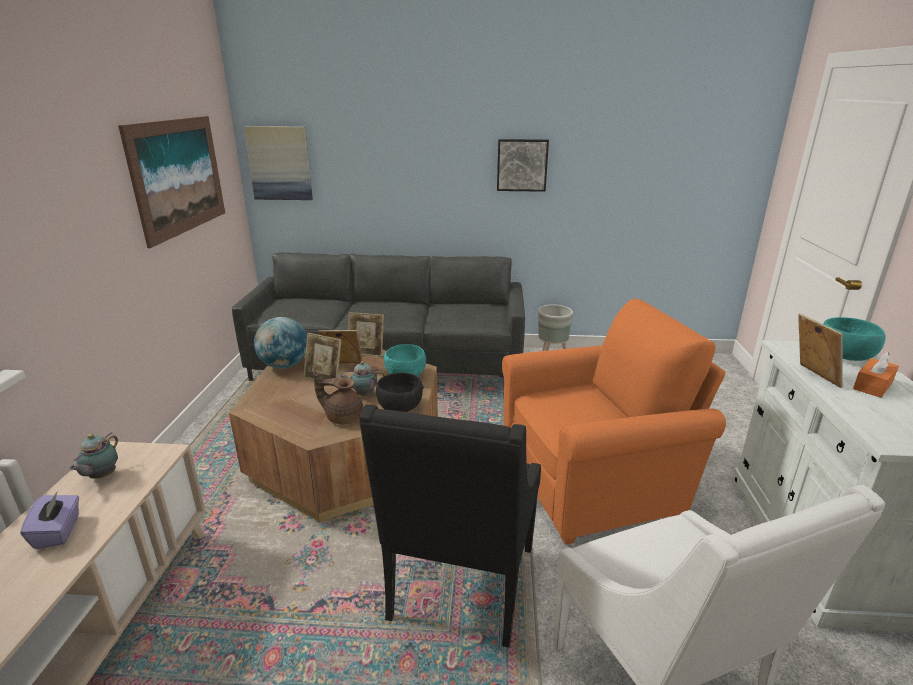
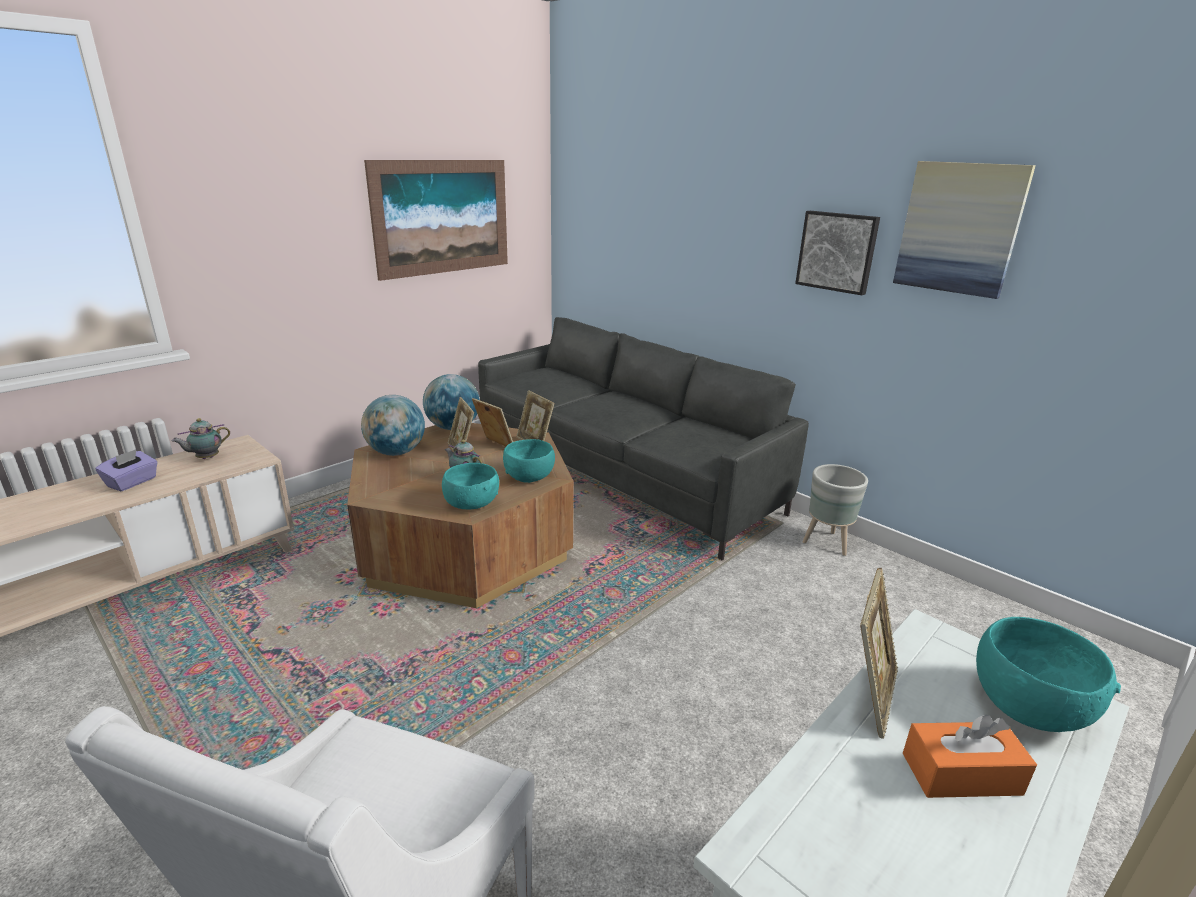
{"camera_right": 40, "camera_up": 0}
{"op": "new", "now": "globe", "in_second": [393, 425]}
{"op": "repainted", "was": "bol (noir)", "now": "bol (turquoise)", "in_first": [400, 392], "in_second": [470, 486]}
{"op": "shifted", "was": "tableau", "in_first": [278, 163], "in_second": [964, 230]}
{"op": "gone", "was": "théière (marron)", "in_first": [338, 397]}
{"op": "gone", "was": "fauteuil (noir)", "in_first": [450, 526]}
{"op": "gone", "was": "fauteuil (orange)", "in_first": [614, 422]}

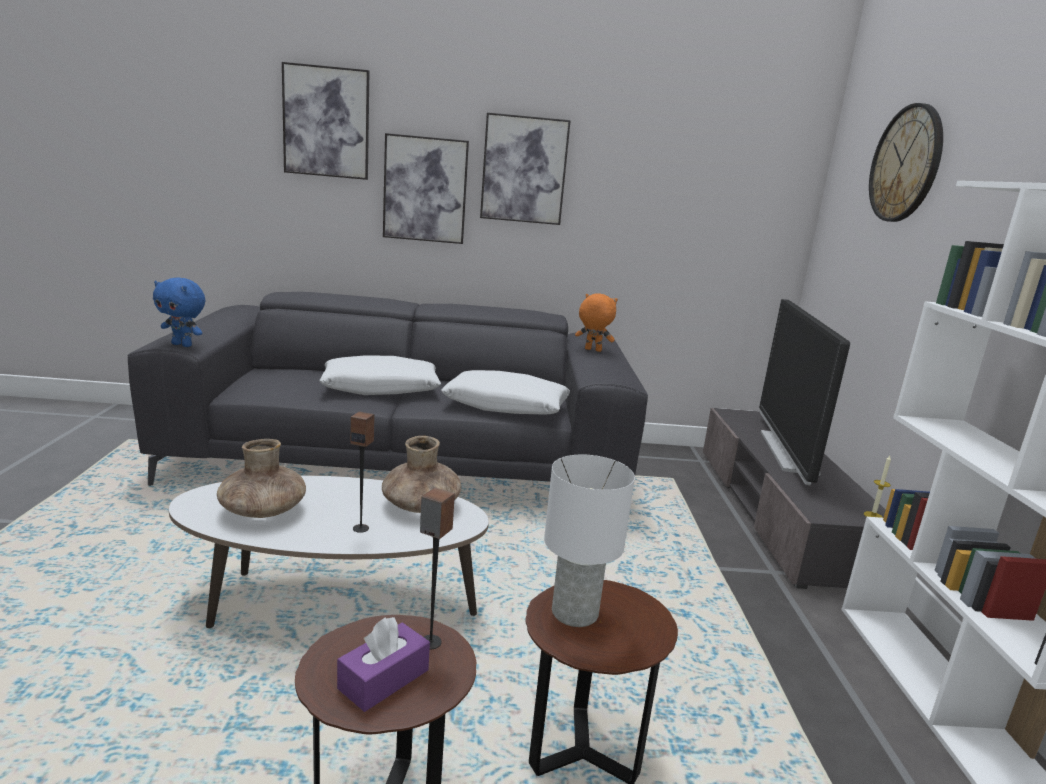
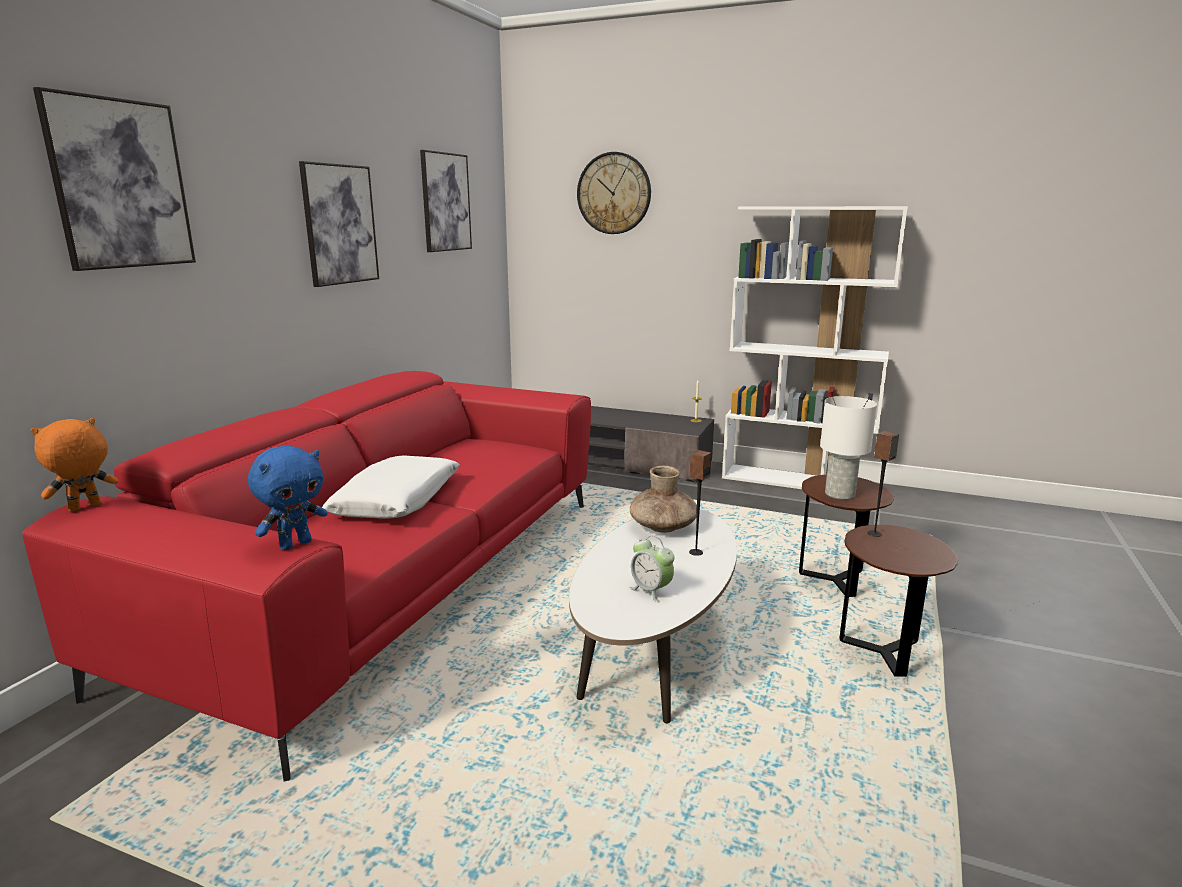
{"camera_right": -65, "camera_up": 0}
{"op": "repainted", "was": "canapé (gris)", "now": "canapé (rouge)", "in_first": [387, 389], "in_second": [306, 576]}
{"op": "shifted", "was": "peluche (orange)", "in_first": [596, 322], "in_second": [74, 465]}
{"op": "shifted", "was": "tableau", "in_first": [426, 188], "in_second": [446, 201]}
{"op": "swapped", "was": "vase (marron)", "now": "réveil", "in_first": [261, 478], "in_second": [652, 569]}
{"op": "gone", "was": "boîte à mouchoirs (violet)", "in_first": [383, 664]}
{"op": "gone", "was": "coussin (blanc)", "in_first": [505, 392]}
{"op": "gone", "was": "téléviseur", "in_first": [804, 392]}

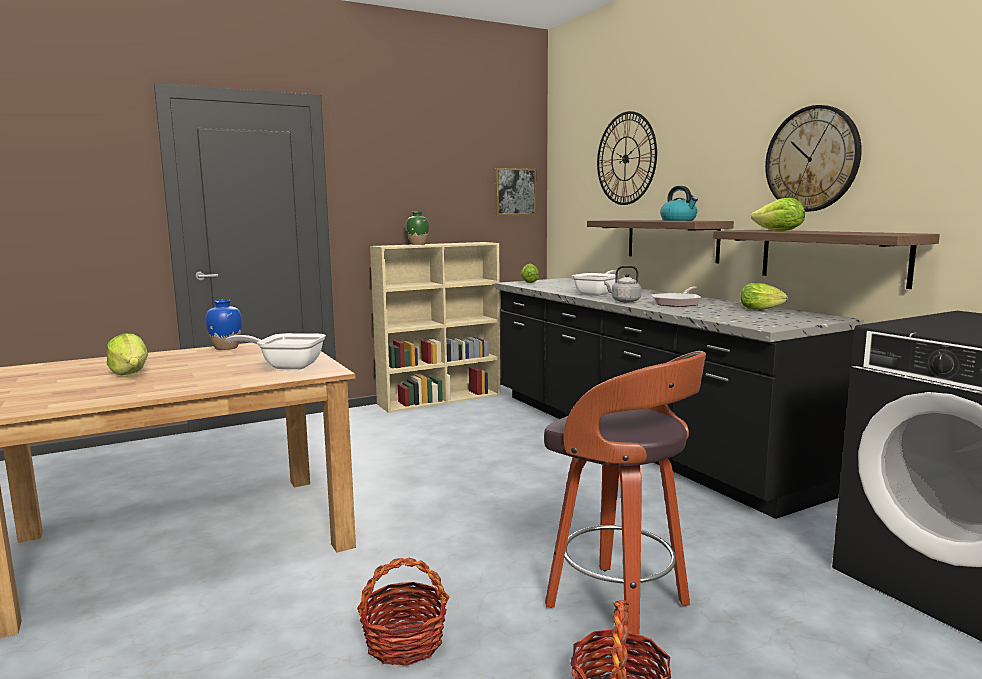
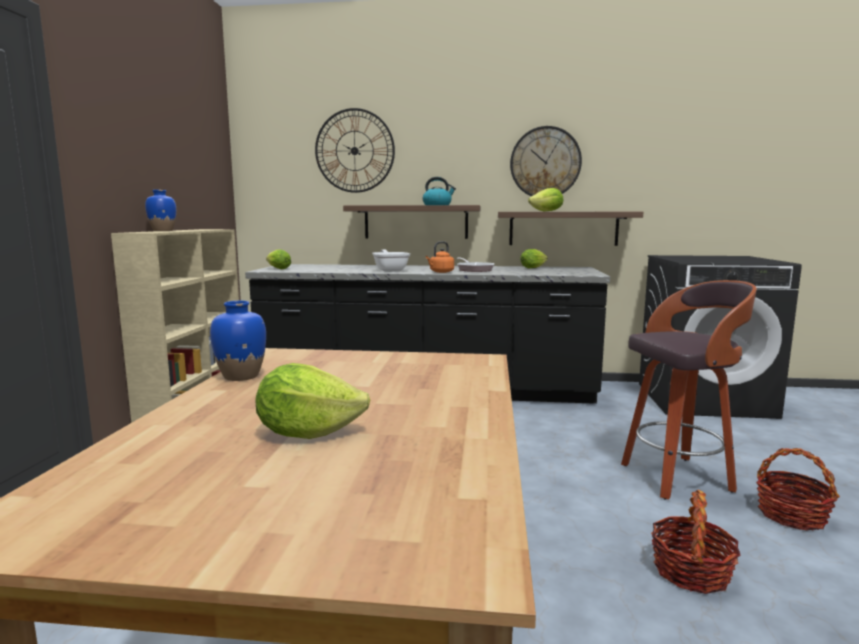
{"camera_right": -55, "camera_up": 0}
{"op": "repainted", "was": "vase (vert)", "now": "vase (bleu)", "in_first": [417, 228], "in_second": [160, 210]}
{"op": "repainted", "was": "bouilloire (gris)", "now": "bouilloire (orange)", "in_first": [622, 284], "in_second": [440, 257]}
{"op": "gone", "was": "poêle", "in_first": [275, 351]}
{"op": "gone", "was": "tableau", "in_first": [515, 191]}

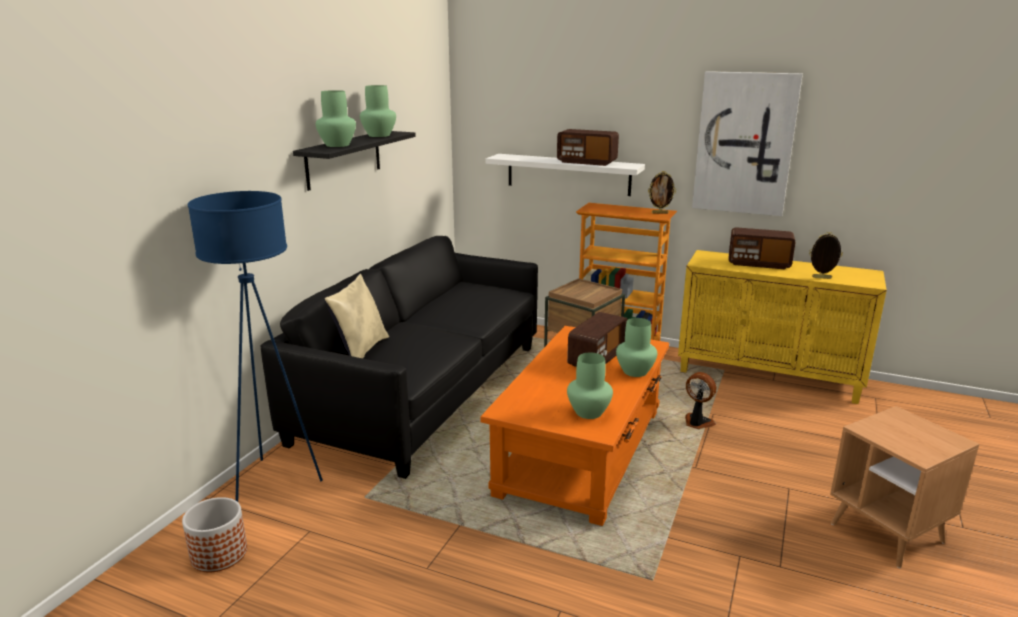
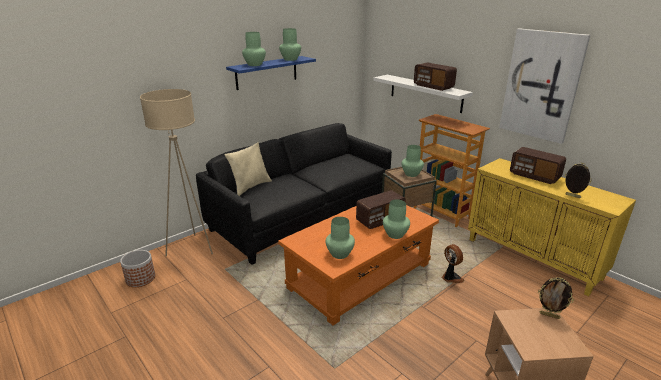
{"camera_right": 25, "camera_up": 5}
{"op": "repainted", "was": "lampadaire (bleu)", "now": "lampadaire (beige)", "in_first": [255, 346], "in_second": [176, 173]}
{"op": "repainted", "was": "étagère (noir)", "now": "étagère (bleu)", "in_first": [354, 161], "in_second": [271, 73]}
{"op": "new", "now": "vase (vert)", "in_second": [412, 161]}
{"op": "shifted", "was": "cadre photo", "in_first": [662, 192], "in_second": [556, 298]}

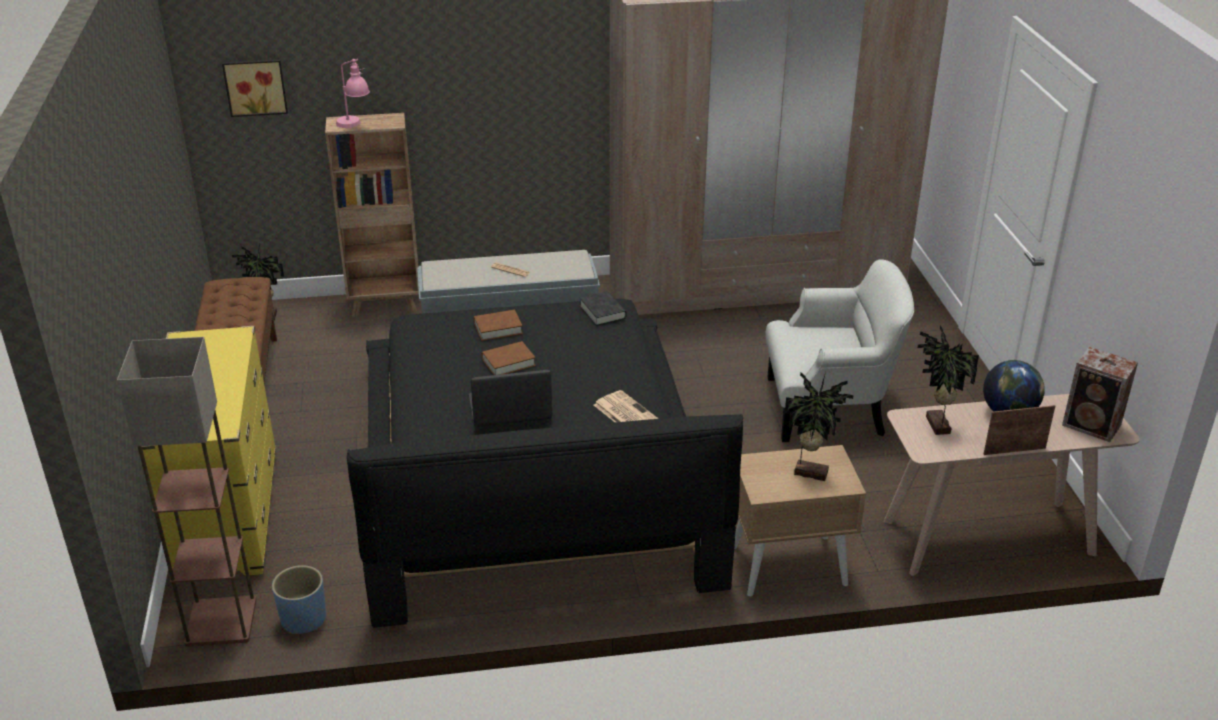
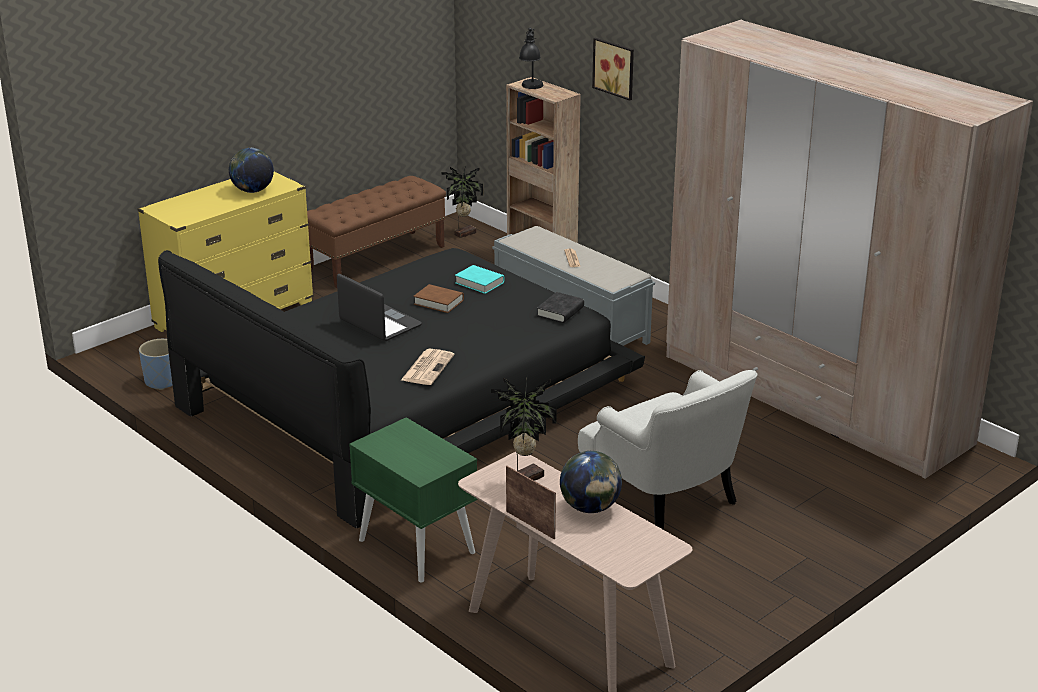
{"camera_right": 55, "camera_up": -5}
{"op": "new", "now": "globe", "in_second": [251, 170]}
{"op": "repainted", "was": "table de chevet (beige)", "now": "table de chevet (vert)", "in_first": [800, 520], "in_second": [413, 499]}
{"op": "repainted", "was": "livre (marron)", "now": "livre (turquoise)", "in_first": [498, 325], "in_second": [479, 279]}
{"op": "repainted", "was": "lampe de table (rose)", "now": "lampe de table (noir)", "in_first": [353, 93], "in_second": [531, 58]}
{"op": "shifted", "was": "tableau", "in_first": [255, 88], "in_second": [613, 69]}
{"op": "gone", "was": "lampadaire", "in_first": [187, 492]}
{"op": "gone", "was": "plante en pot", "in_first": [819, 426]}
{"op": "gone", "was": "enceinte", "in_first": [1100, 394]}

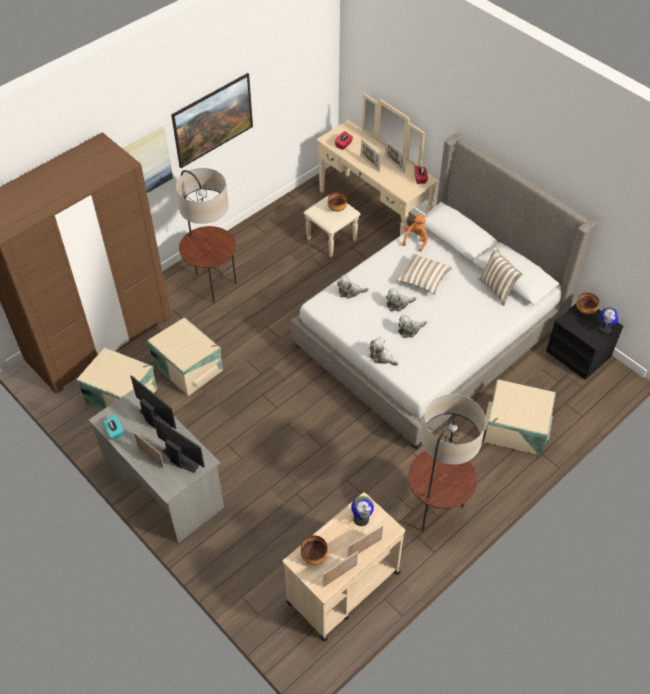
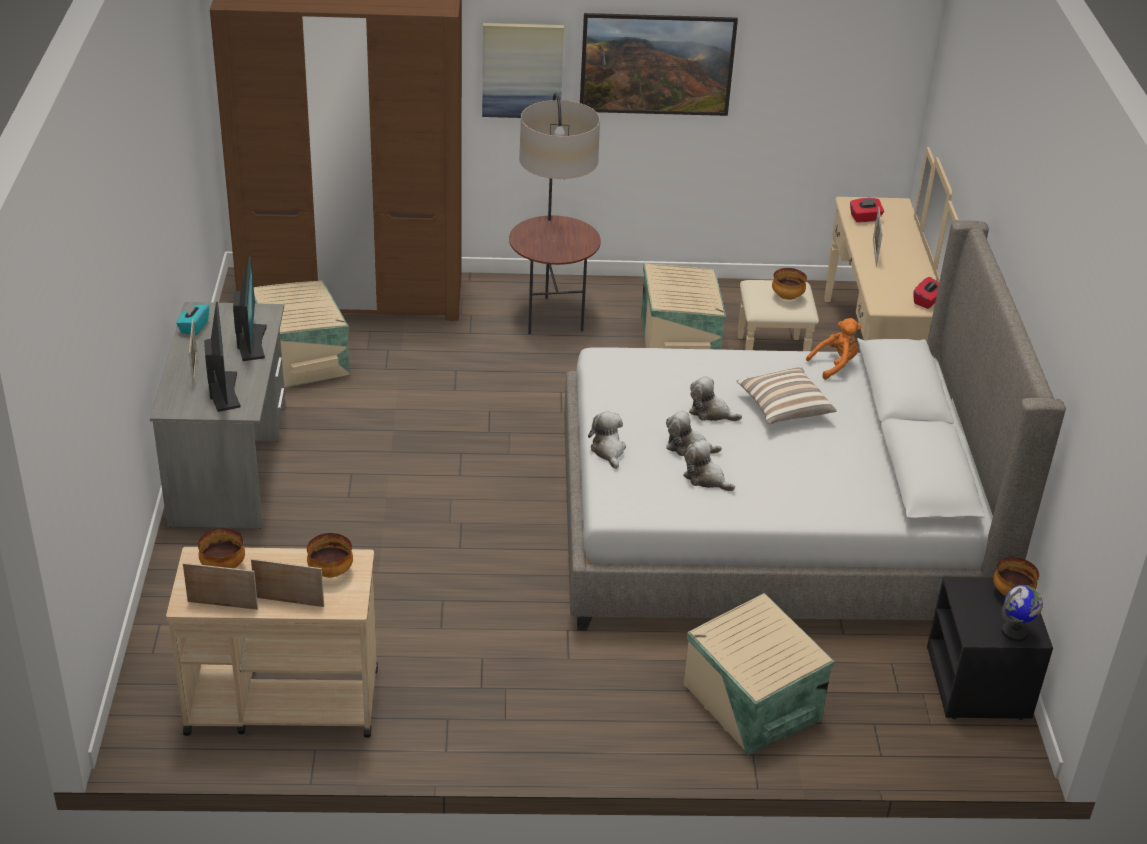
{"camera_right": 40, "camera_up": -15}
{"op": "swapped", "was": "globe", "now": "bol", "in_first": [362, 511], "in_second": [330, 555]}
{"op": "shifted", "was": "boîte de rangement (beige)", "in_first": [185, 356], "in_second": [683, 307]}
{"op": "shifted", "was": "peluche", "in_first": [353, 287], "in_second": [709, 465]}
{"op": "gone", "was": "cadre photo", "in_first": [395, 156]}
{"op": "gone", "was": "lampadaire", "in_first": [447, 462]}
{"op": "gone", "was": "coussin", "in_first": [500, 276]}

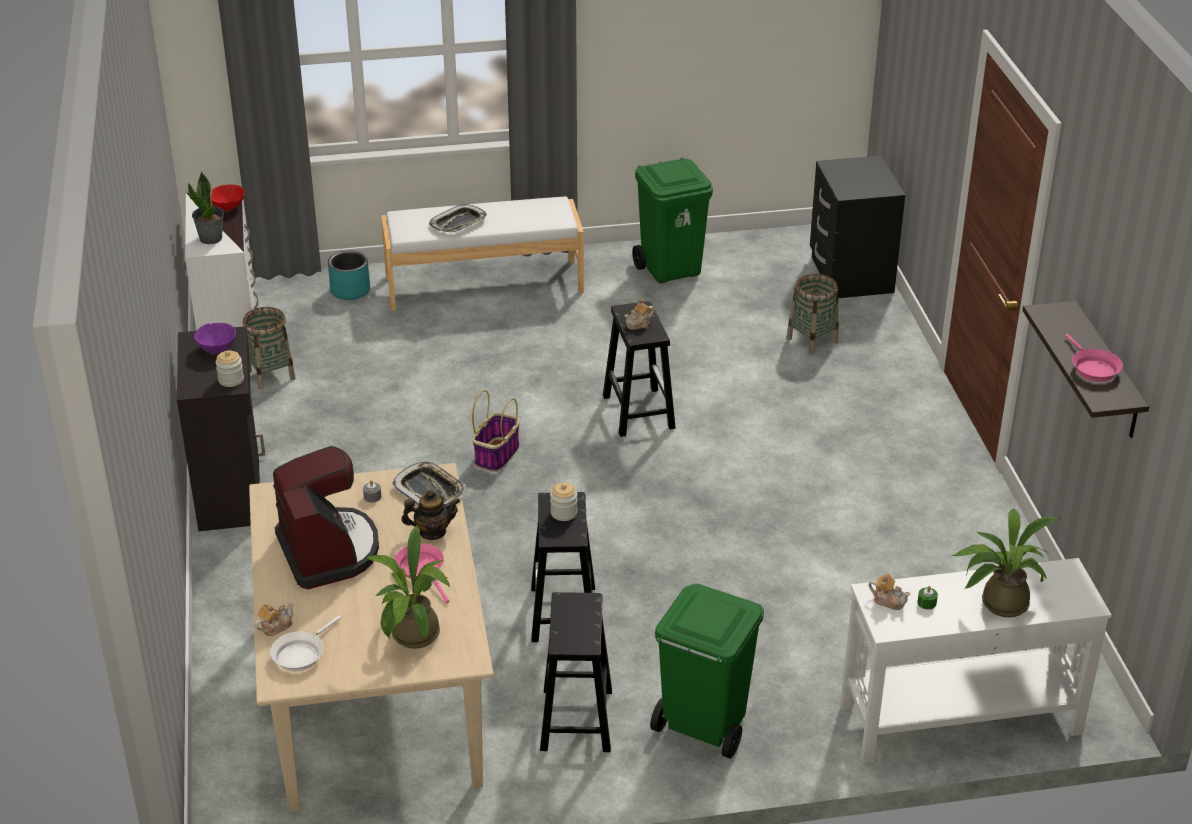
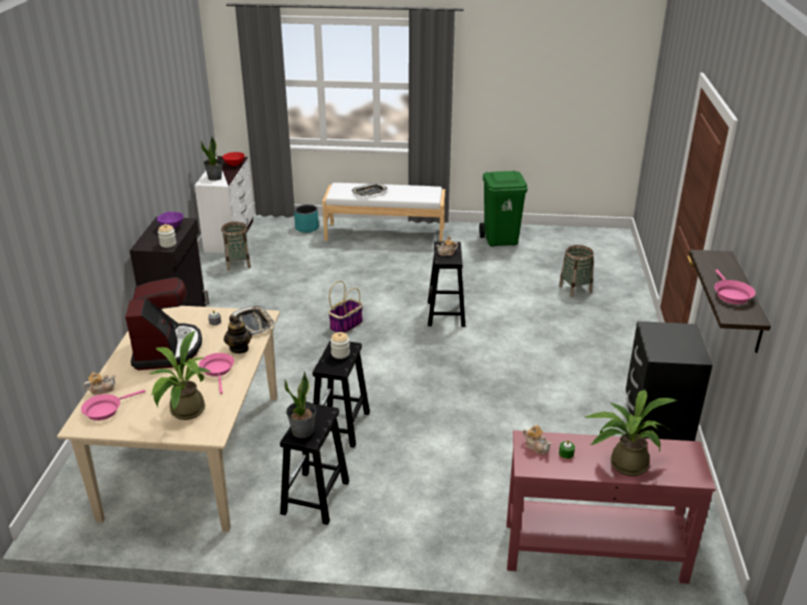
{"camera_right": 15, "camera_up": -5}
{"op": "repainted", "was": "poêle (blanc)", "now": "poêle (rose)", "in_first": [305, 643], "in_second": [113, 405]}
{"op": "rotated", "was": "théière", "in_first": [430, 515], "in_second": [238, 334], "clockwise": 60}
{"op": "new", "now": "plante en pot", "in_second": [301, 405]}
{"op": "repainted", "was": "table console (blanc)", "now": "table console (rouge)", "in_first": [976, 660], "in_second": [611, 507]}
{"op": "shifted", "was": "table de chevet (noir)", "in_first": [857, 227], "in_second": [669, 381]}
{"op": "gone", "was": "poubelle (vert)", "in_first": [707, 671]}

